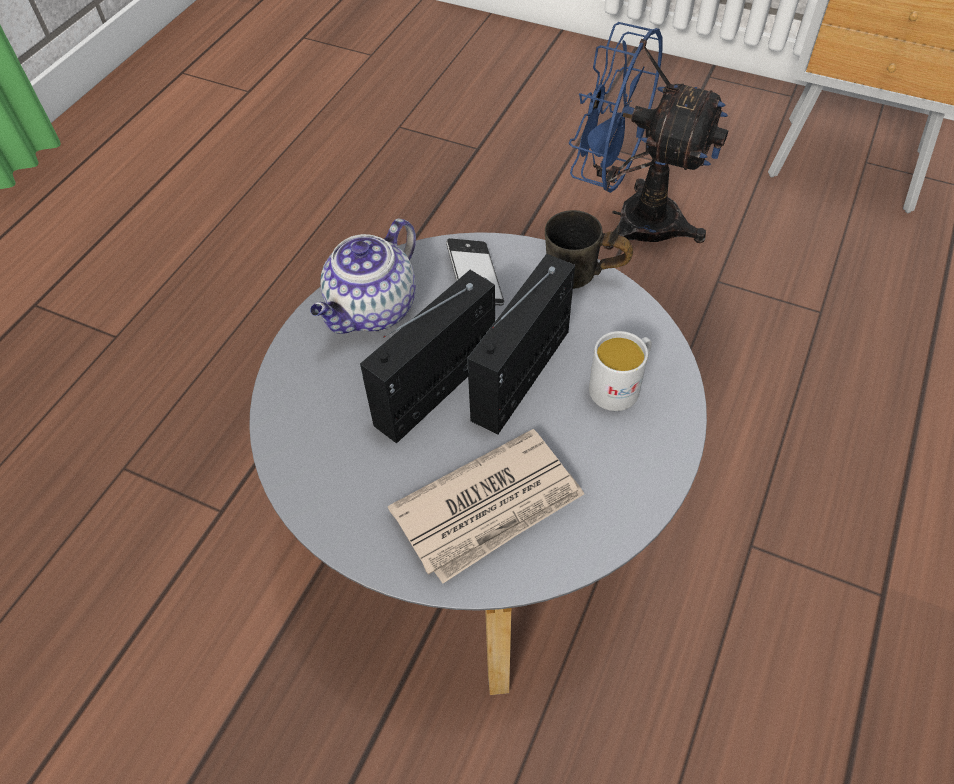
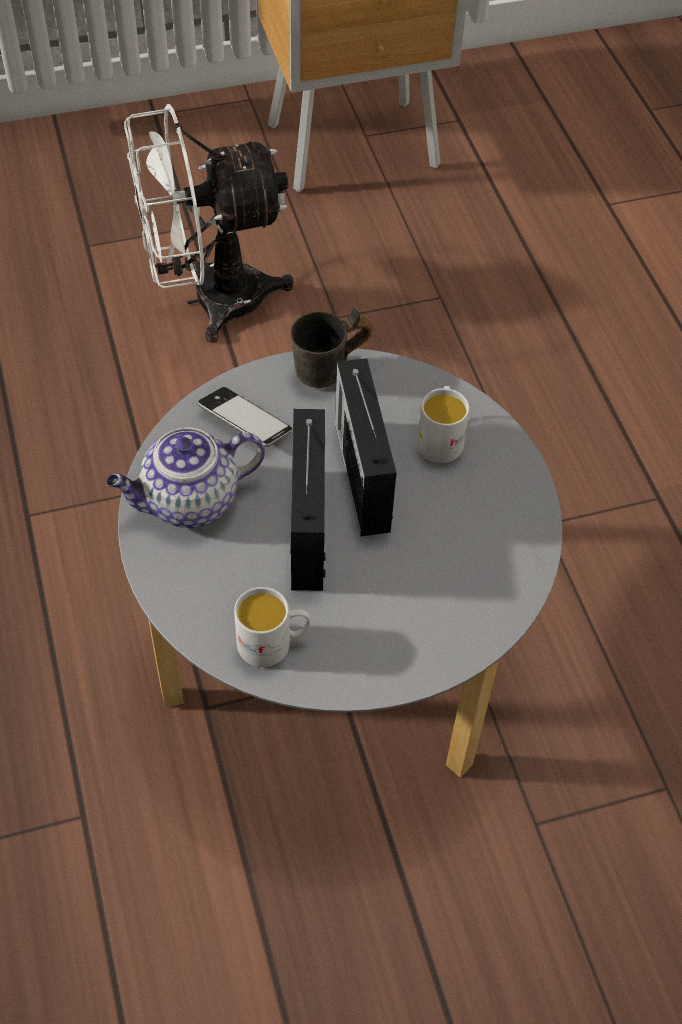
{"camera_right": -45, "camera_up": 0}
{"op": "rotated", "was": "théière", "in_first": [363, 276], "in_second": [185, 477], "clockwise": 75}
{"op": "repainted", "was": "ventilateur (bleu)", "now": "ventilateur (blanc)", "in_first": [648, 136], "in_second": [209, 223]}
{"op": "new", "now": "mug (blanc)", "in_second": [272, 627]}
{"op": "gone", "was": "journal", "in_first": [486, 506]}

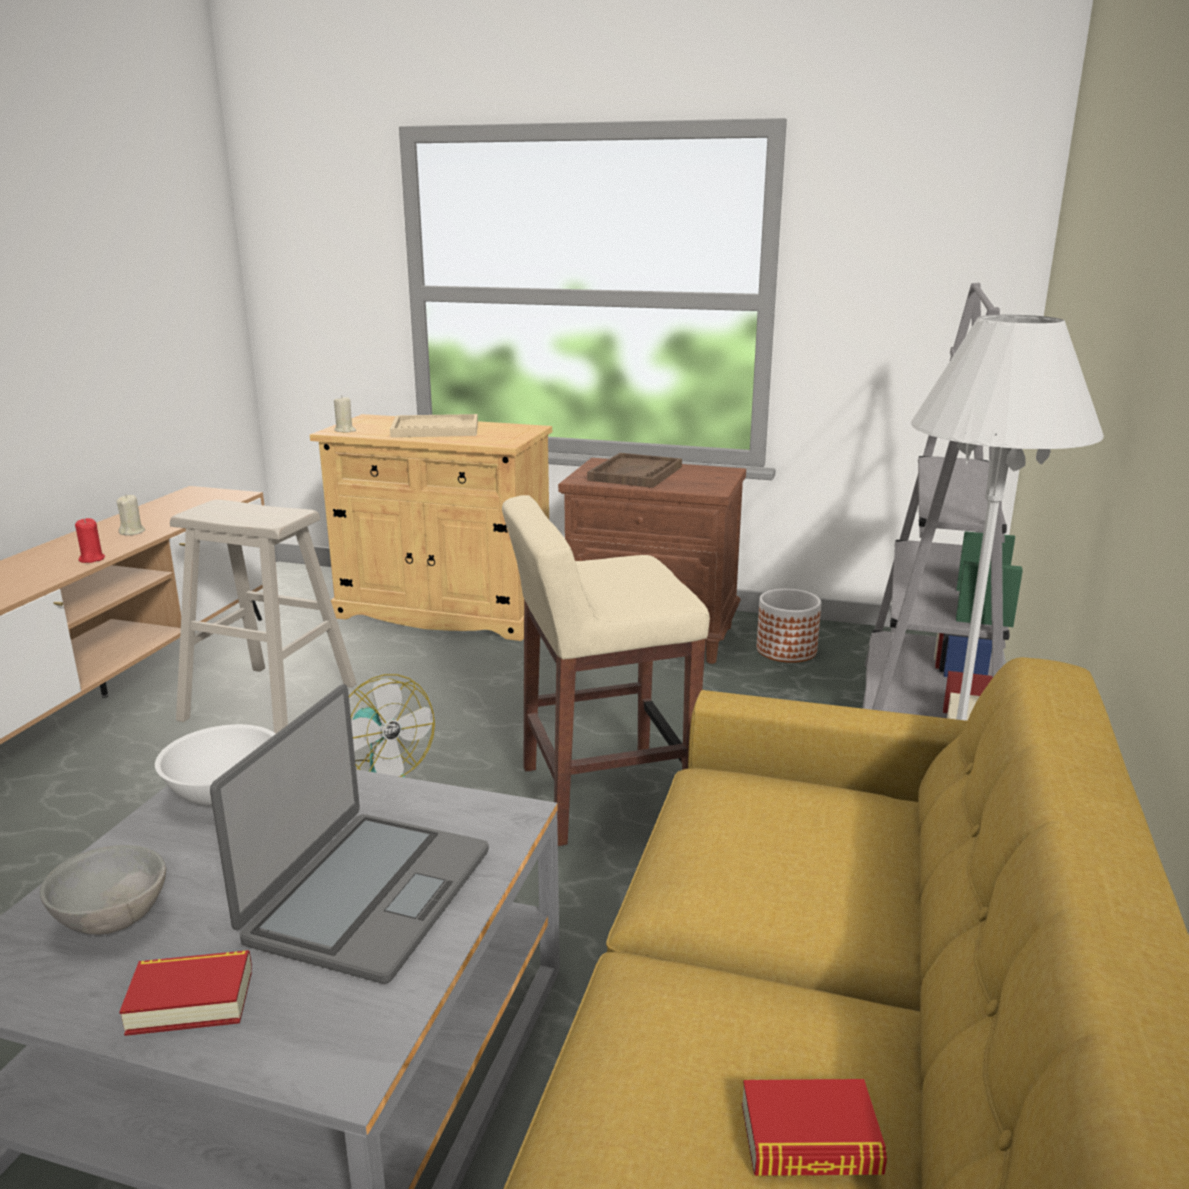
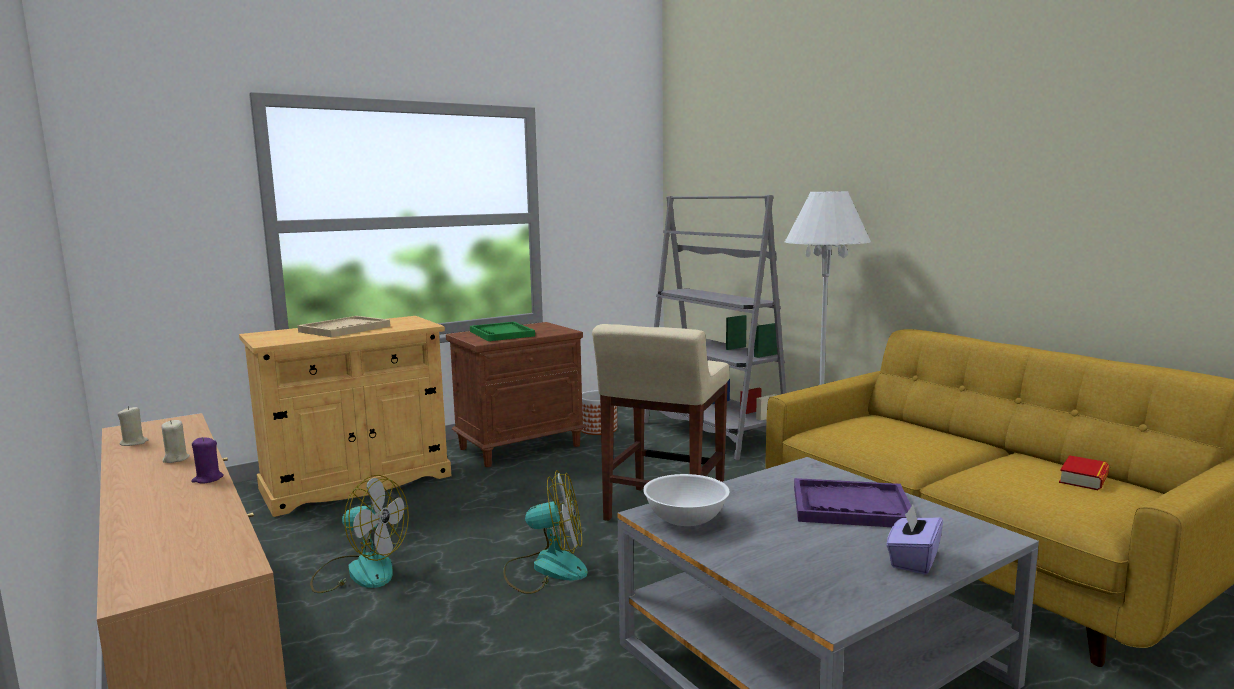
{"camera_right": -50, "camera_up": -10}
{"op": "shifted", "was": "bougie (beige)", "in_first": [345, 414], "in_second": [133, 426]}
{"op": "repainted", "was": "bougie (rouge)", "now": "bougie (violet)", "in_first": [90, 540], "in_second": [207, 460]}
{"op": "swapped", "was": "tabouret (beige)", "now": "ventilateur", "in_first": [263, 617], "in_second": [359, 534]}
{"op": "repainted", "was": "plateau (marron)", "now": "plateau (vert)", "in_first": [634, 470], "in_second": [502, 331]}
{"op": "swapped", "was": "ordinateur portable", "now": "plateau (violet)", "in_first": [349, 834], "in_second": [853, 502]}
{"op": "swapped", "was": "livre", "now": "boîte à mouchoirs (violet)", "in_first": [186, 993], "in_second": [915, 540]}
{"op": "gone", "was": "bol (gris)", "in_first": [103, 889]}

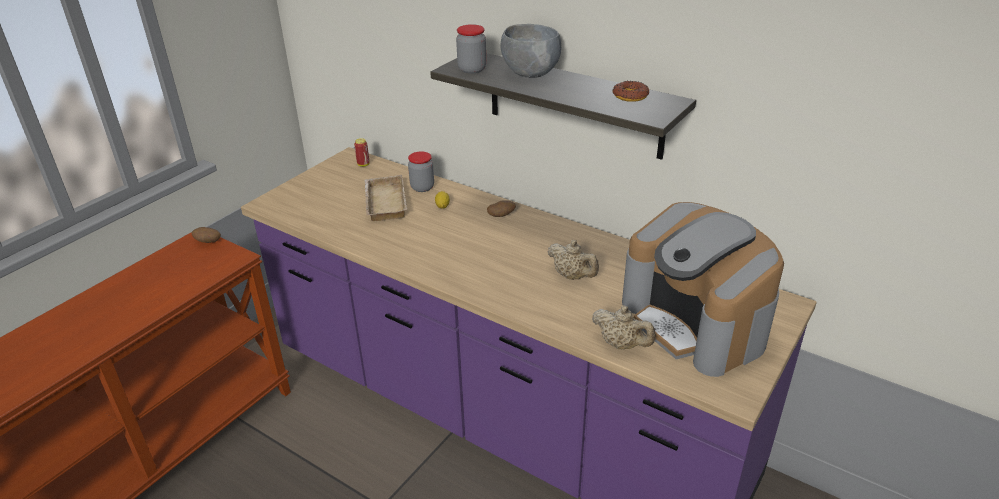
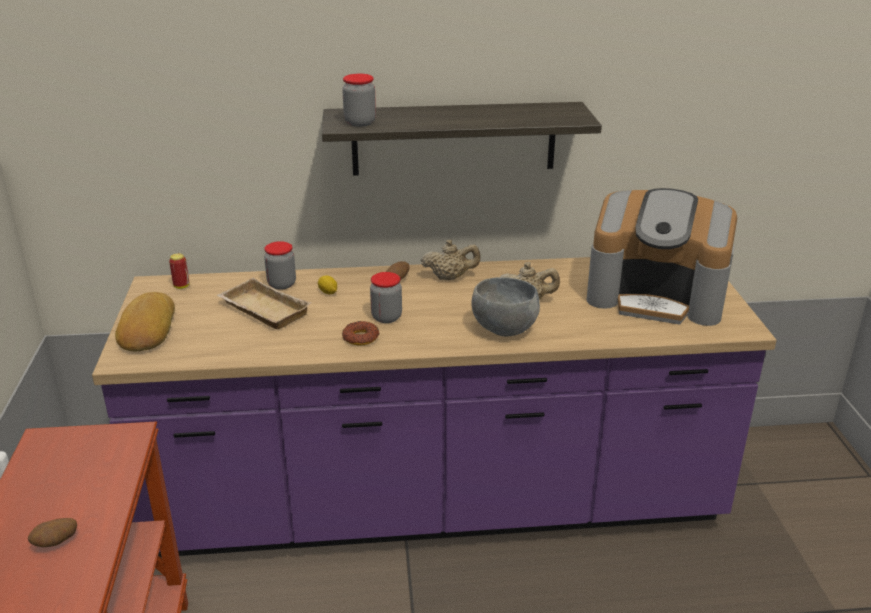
{"camera_right": -40, "camera_up": -5}
{"op": "shifted", "was": "pomme de terre", "in_first": [206, 235], "in_second": [52, 532]}
{"op": "new", "now": "pain", "in_second": [145, 322]}
{"op": "shifted", "was": "beignet", "in_first": [630, 91], "in_second": [360, 333]}
{"op": "new", "now": "bocal", "in_second": [386, 297]}
{"op": "shifted", "was": "théière (beige)", "in_first": [624, 327], "in_second": [451, 260]}
{"op": "shifted", "was": "bol (gris)", "in_first": [530, 51], "in_second": [505, 306]}

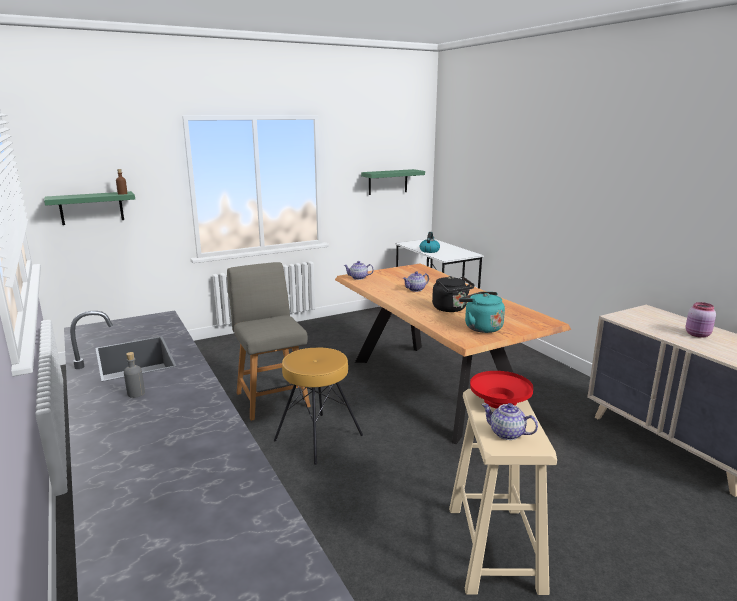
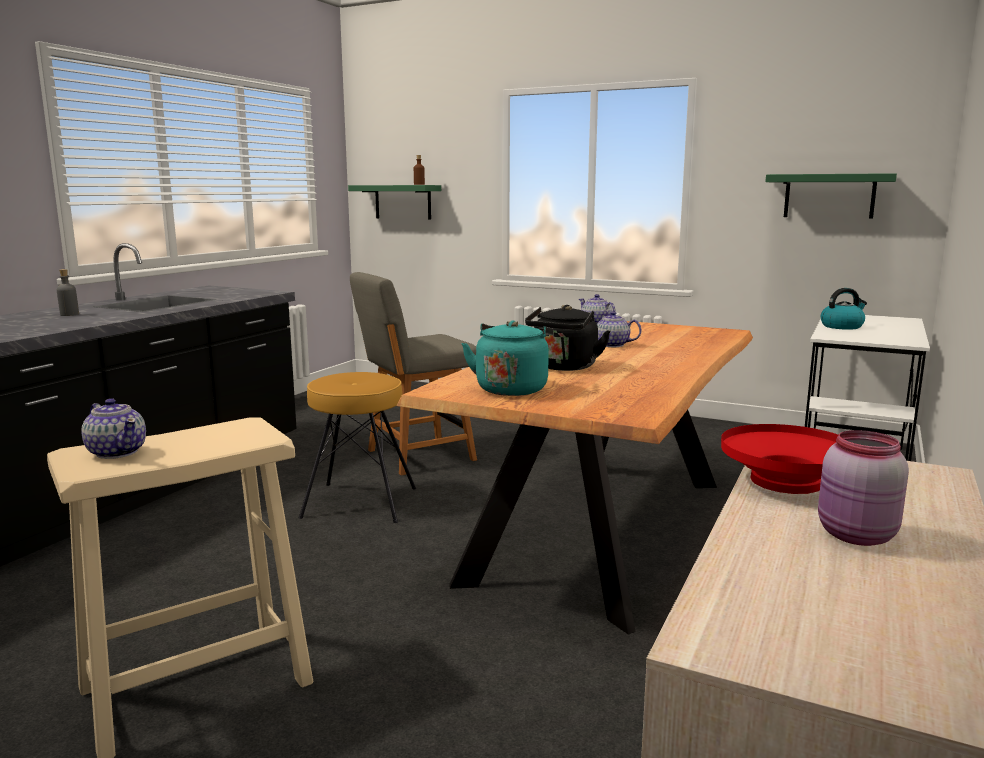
{"camera_right": 55, "camera_up": -5}
{"op": "rotated", "was": "théière", "in_first": [509, 421], "in_second": [113, 428], "clockwise": 135}
{"op": "rotated", "was": "chaise (gris)", "in_first": [269, 341], "in_second": [413, 374], "clockwise": -150}
{"op": "shifted", "was": "bol (rouge)", "in_first": [501, 390], "in_second": [779, 459]}

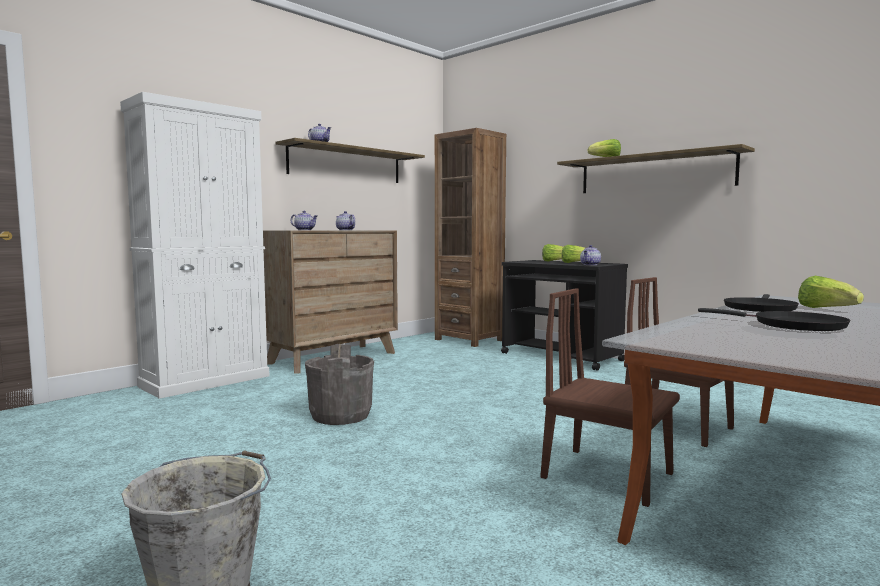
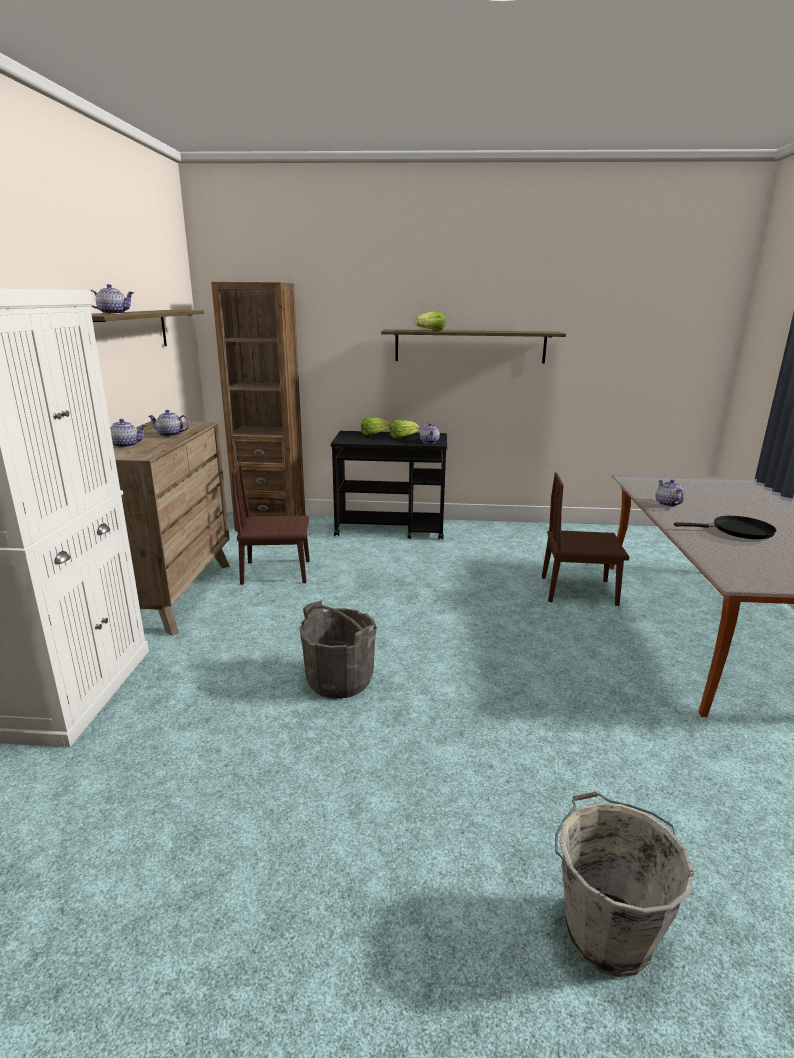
{"camera_right": -40, "camera_up": 15}
{"op": "shifted", "was": "chaise (marron)", "in_first": [610, 397], "in_second": [270, 523]}
{"op": "swapped", "was": "poêle (noir)", "now": "théière", "in_first": [761, 303], "in_second": [670, 493]}
{"op": "gone", "was": "laitue", "in_first": [831, 292]}

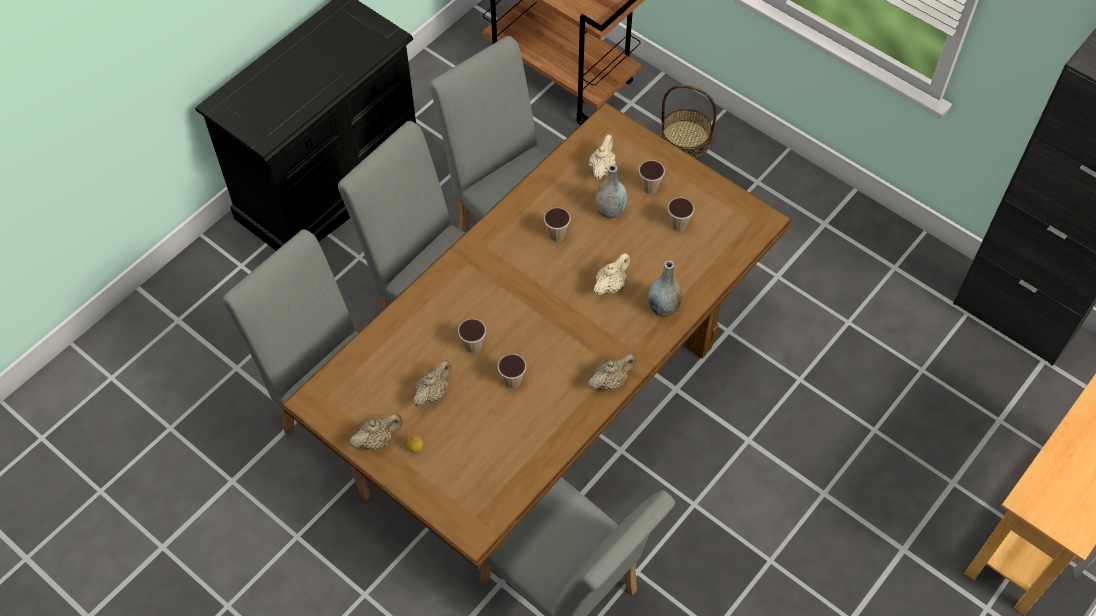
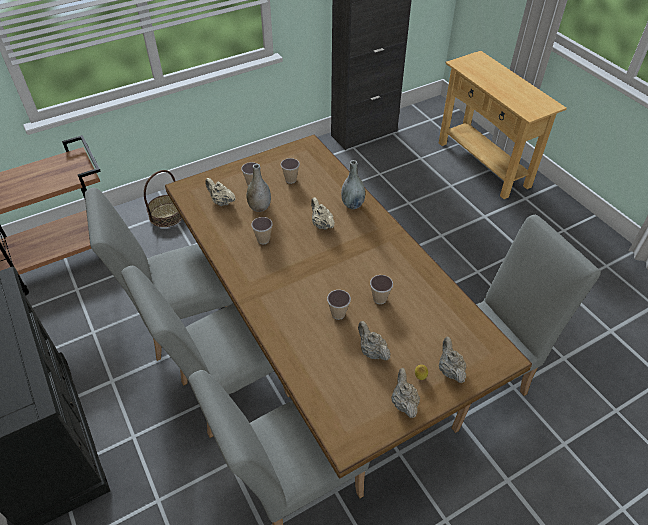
{"camera_right": -70, "camera_up": -10}
{"op": "shifted", "was": "théière (beige)", "in_first": [612, 372], "in_second": [452, 360]}

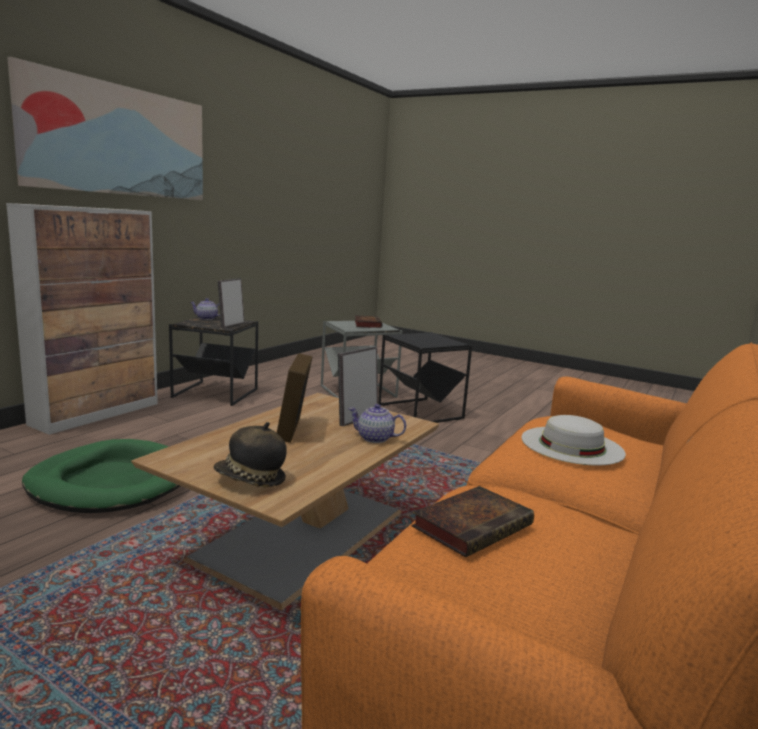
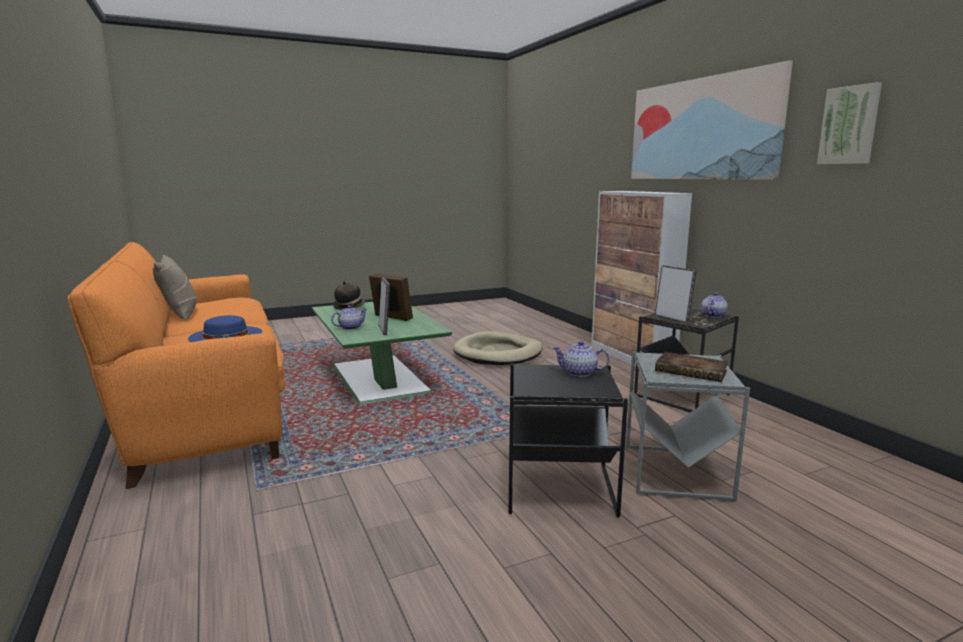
{"camera_right": 125, "camera_up": 0}
{"op": "new", "now": "coussin (beige)", "in_second": [175, 288]}
{"op": "repainted", "was": "chapeau (blanc)", "now": "chapeau (bleu)", "in_first": [573, 440], "in_second": [225, 328]}
{"op": "repainted", "was": "table basse (marron)", "now": "table basse (vert)", "in_first": [285, 501], "in_second": [382, 353]}
{"op": "repainted", "was": "panier pour chien (vert)", "now": "panier pour chien (beige)", "in_first": [101, 476], "in_second": [498, 348]}
{"op": "new", "now": "théière", "in_second": [580, 359]}
{"op": "new", "now": "tableau", "in_second": [849, 123]}
{"op": "gone", "was": "livre", "in_first": [472, 522]}

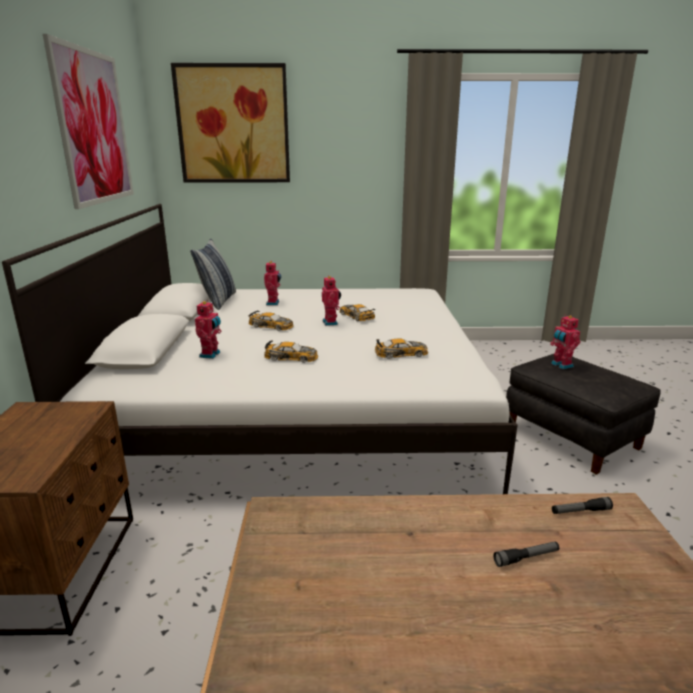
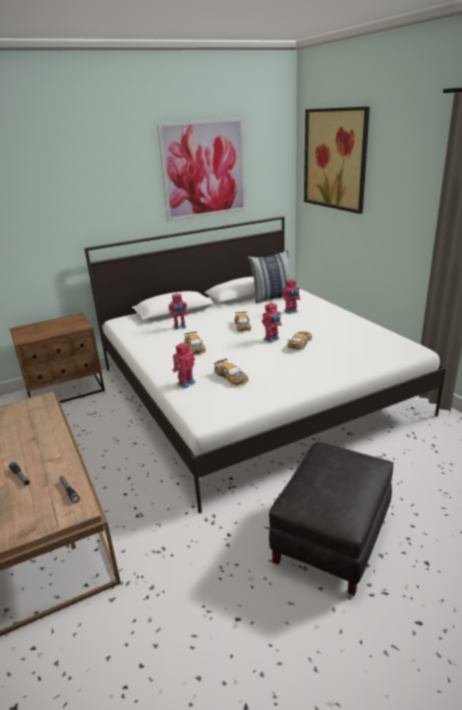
{"camera_right": 65, "camera_up": 5}
{"op": "shifted", "was": "robot jouet", "in_first": [565, 342], "in_second": [184, 364]}

